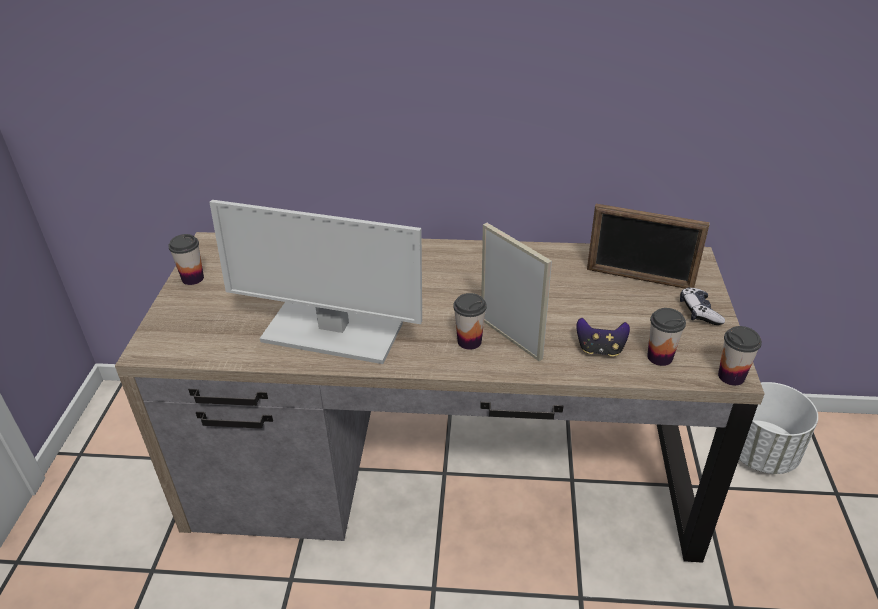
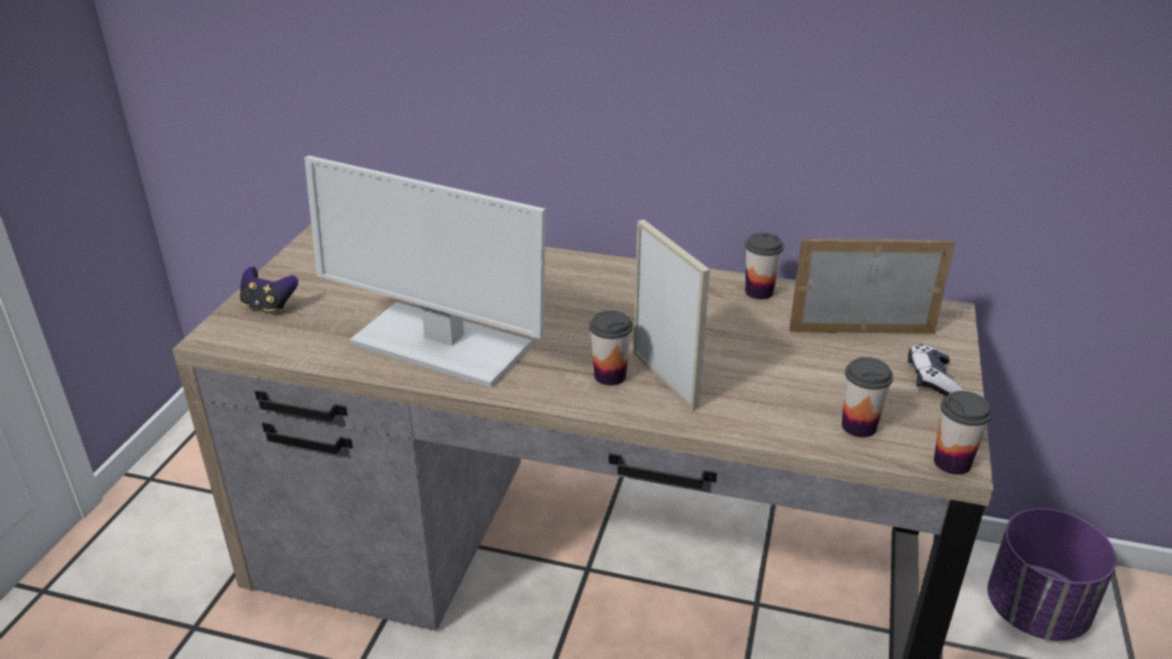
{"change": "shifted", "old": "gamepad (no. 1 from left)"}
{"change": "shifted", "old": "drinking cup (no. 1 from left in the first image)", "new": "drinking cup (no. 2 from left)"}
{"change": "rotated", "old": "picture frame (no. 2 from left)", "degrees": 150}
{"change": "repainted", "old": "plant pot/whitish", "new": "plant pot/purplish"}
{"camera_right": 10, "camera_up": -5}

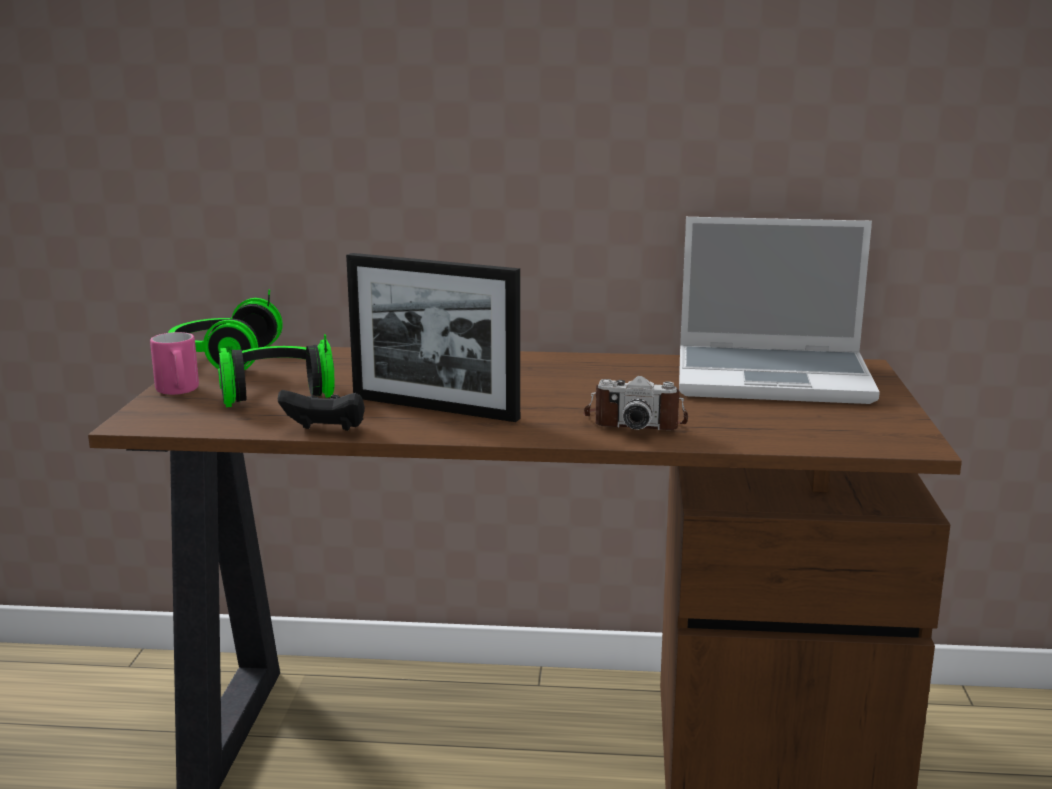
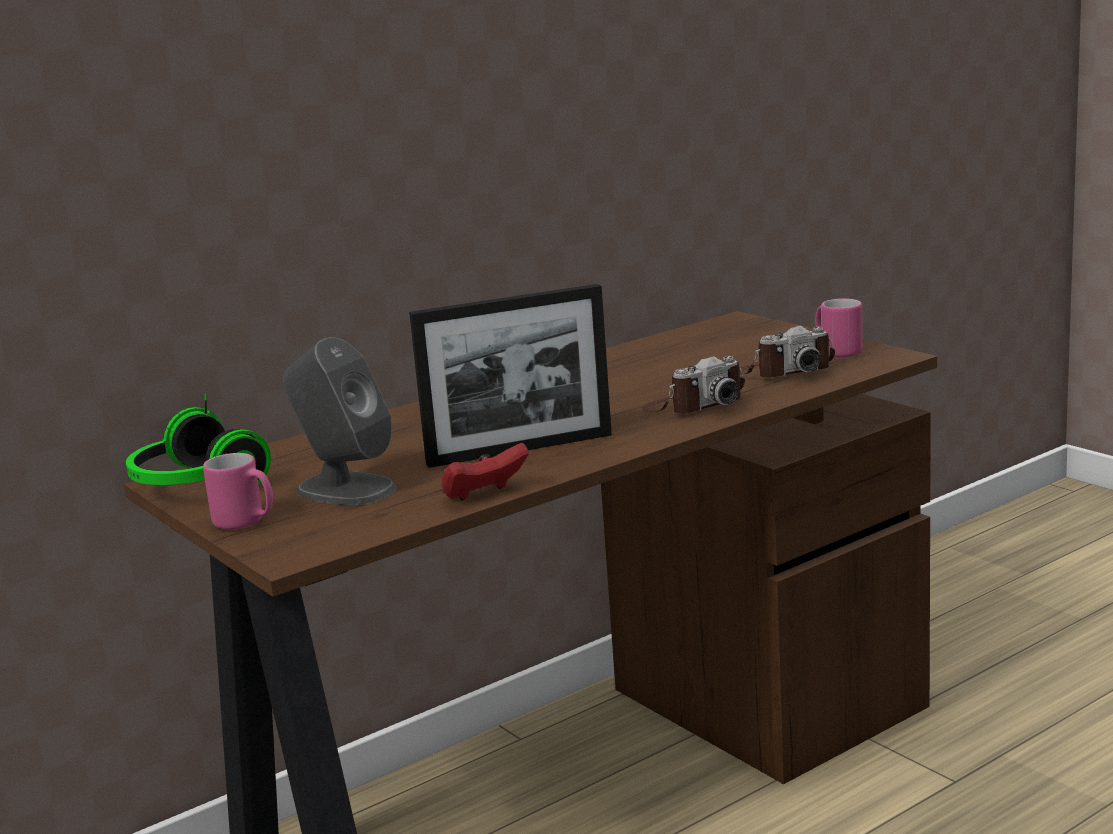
{"change": "swapped", "old": "headphones (no. 2 from left)", "new": "speaker/greyish"}
{"change": "repainted", "old": "gamepad/black-coloured", "new": "gamepad/reddish"}
{"change": "new", "new": "photo camera (no. 2 from left)"}
{"change": "new", "new": "coffee mug/pink (no. 2 from left)"}
{"change": "gone", "old": "portable computer"}
{"camera_right": -40, "camera_up": 0}

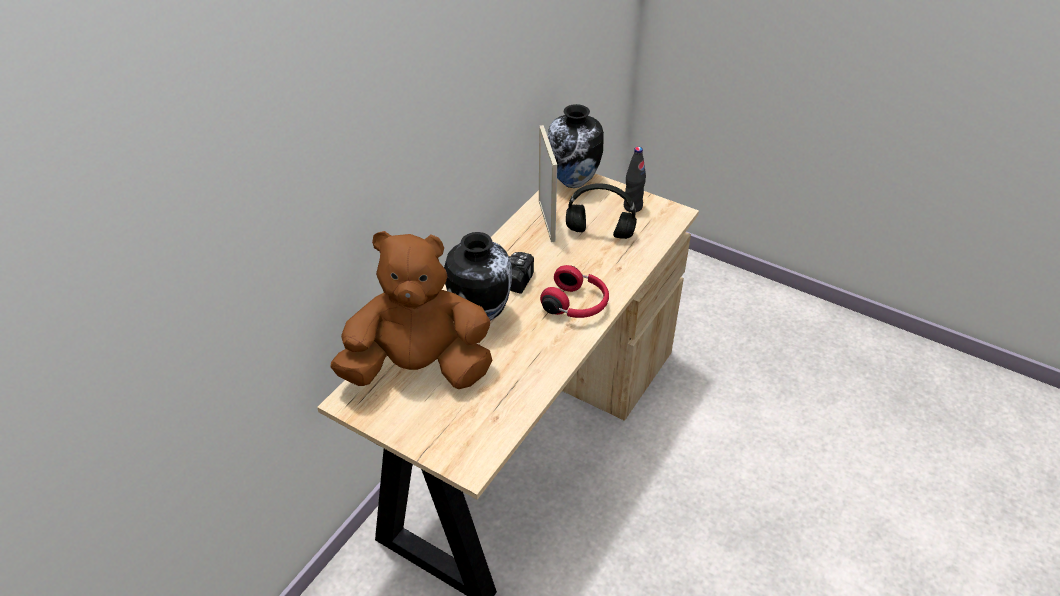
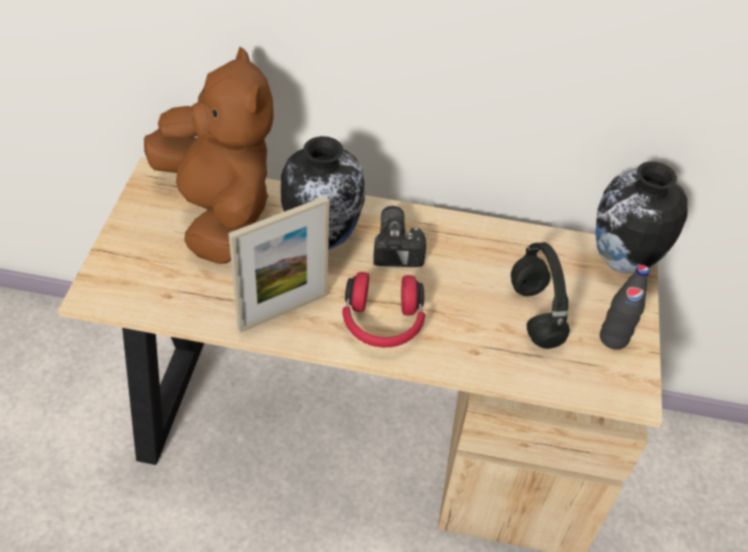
{"change": "shifted", "old": "picture frame"}
{"camera_right": 65, "camera_up": 5}

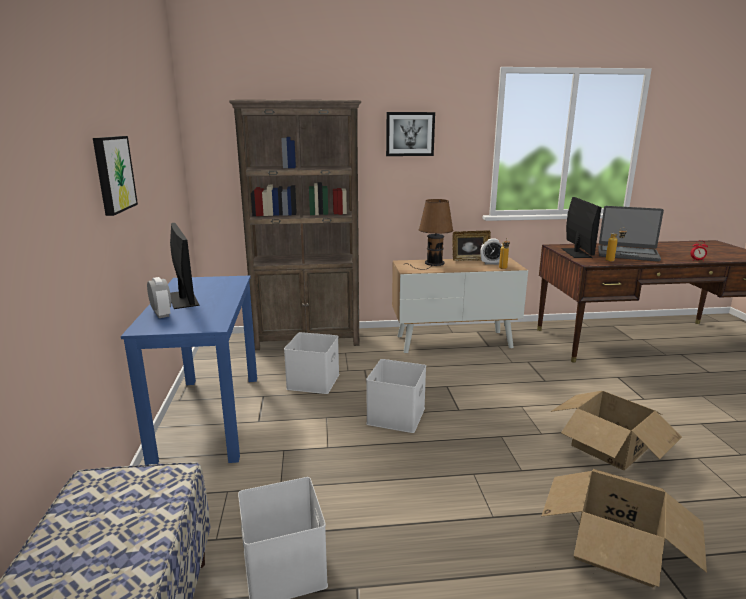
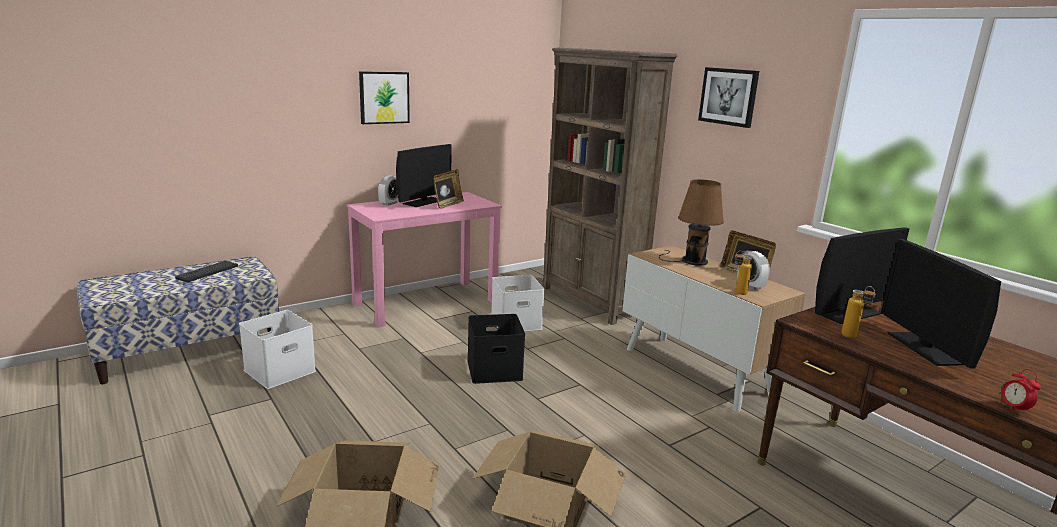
{"change": "new", "new": "computer keyboard"}
{"change": "repainted", "old": "desk/blue", "new": "desk/pink"}
{"change": "new", "new": "picture frame (no. 1 from left)"}
{"change": "repainted", "old": "storage box/whitish (no. 3 from left)", "new": "storage box/black-coloured"}
{"change": "swapped", "old": "portable computer", "new": "monitor (no. 3 from left)"}
{"camera_right": 60, "camera_up": 0}

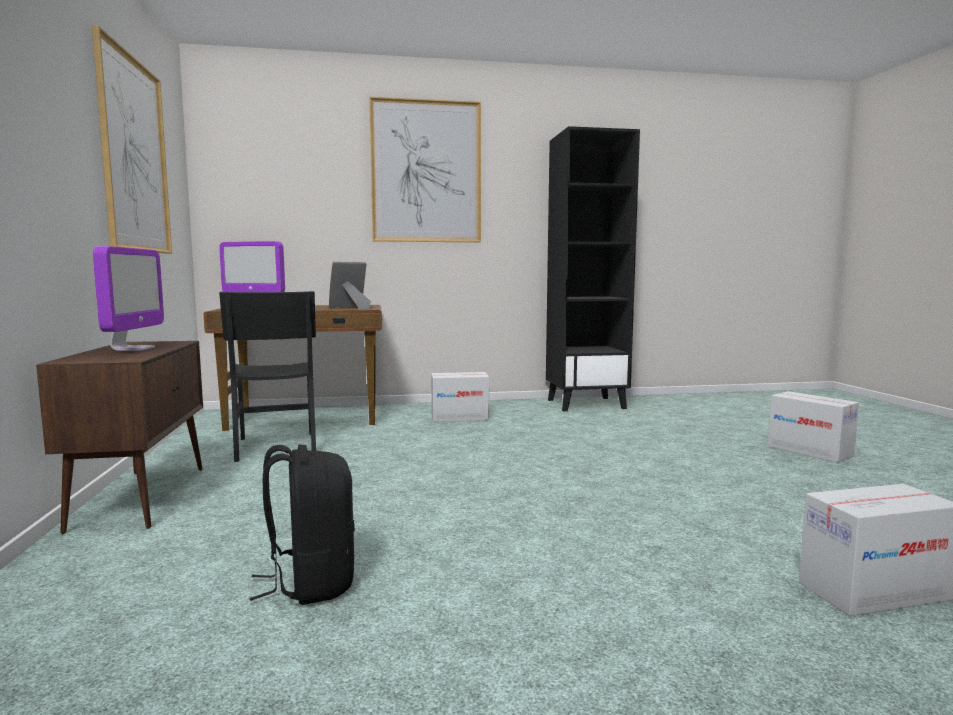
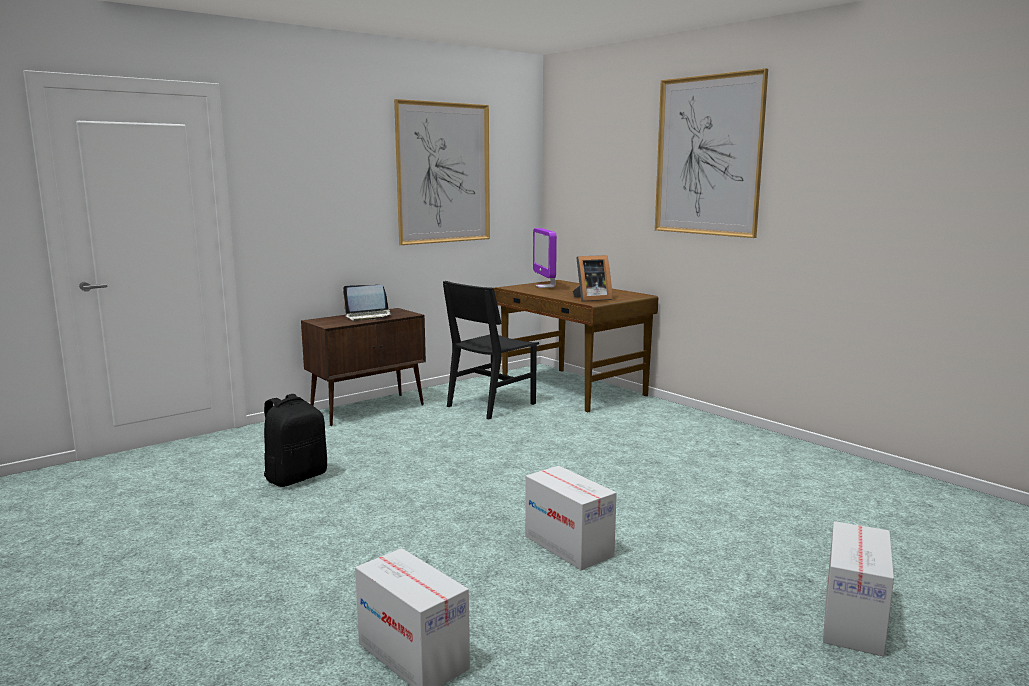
{"change": "swapped", "old": "monitor (no. 1 from left)", "new": "portable computer"}
{"change": "shifted", "old": "packing box (no. 1 from left in the first image)", "new": "packing box (no. 2 from left)"}
{"change": "rotated", "old": "picture frame", "degrees": 135}
{"change": "gone", "old": "bookshelf/black-coloured"}
{"camera_right": 60, "camera_up": 5}

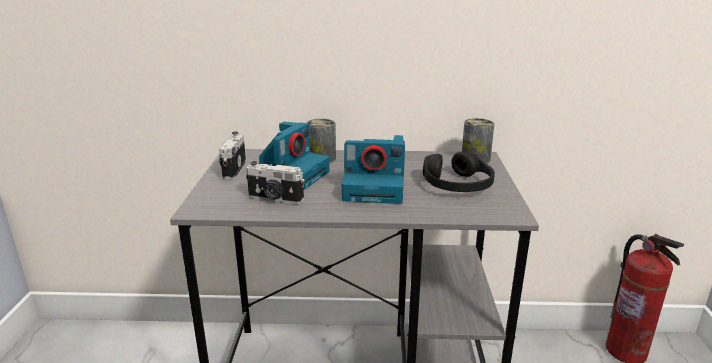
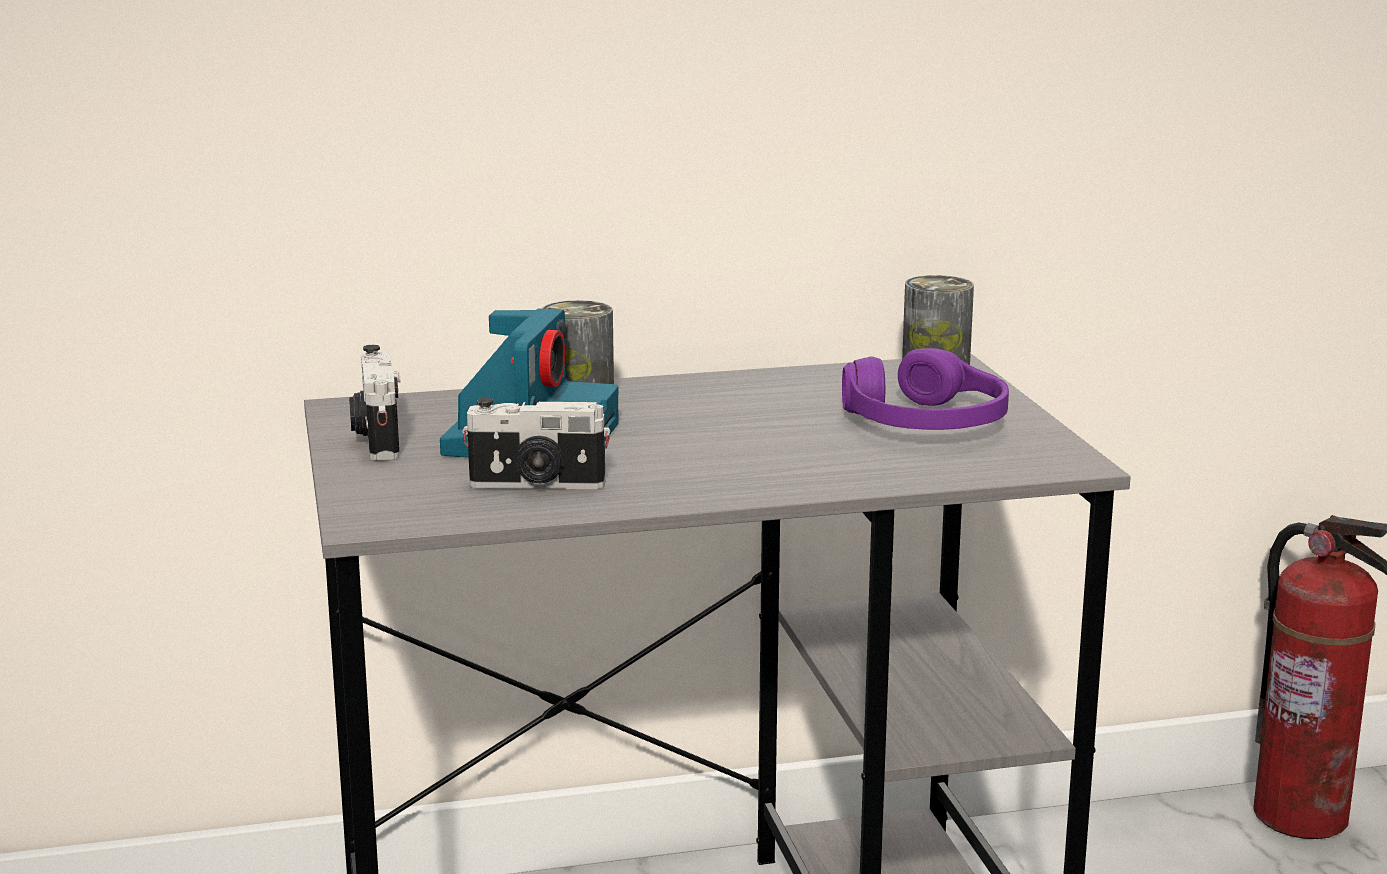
{"change": "repainted", "old": "headphones/black-coloured", "new": "headphones/purplish"}
{"change": "gone", "old": "photo camera (no. 4 from left)"}
{"camera_right": -15, "camera_up": -5}

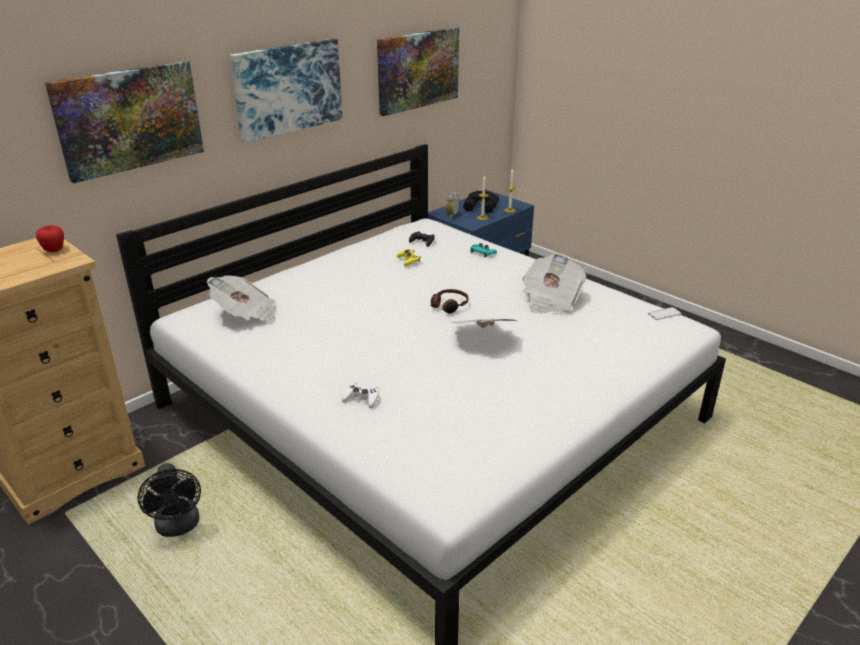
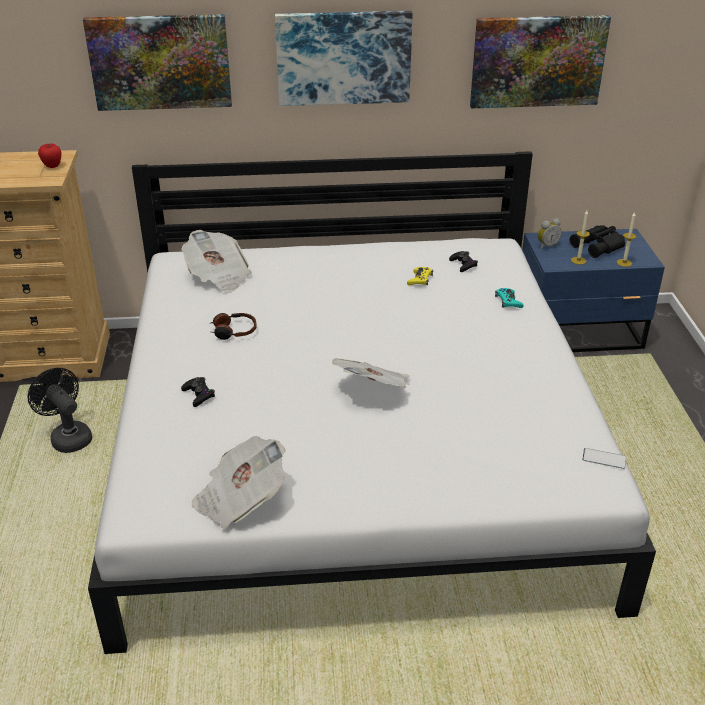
{"change": "rotated", "old": "fan/black-coloured", "degrees": 120}
{"change": "repainted", "old": "gamepad/whitish", "new": "gamepad/black-coloured (no. 1 from left)"}
{"change": "shifted", "old": "printed paper (no. 3 from left in the first image)", "new": "printed paper (no. 2 from left)"}
{"change": "shifted", "old": "headphones"}
{"camera_right": 40, "camera_up": 5}

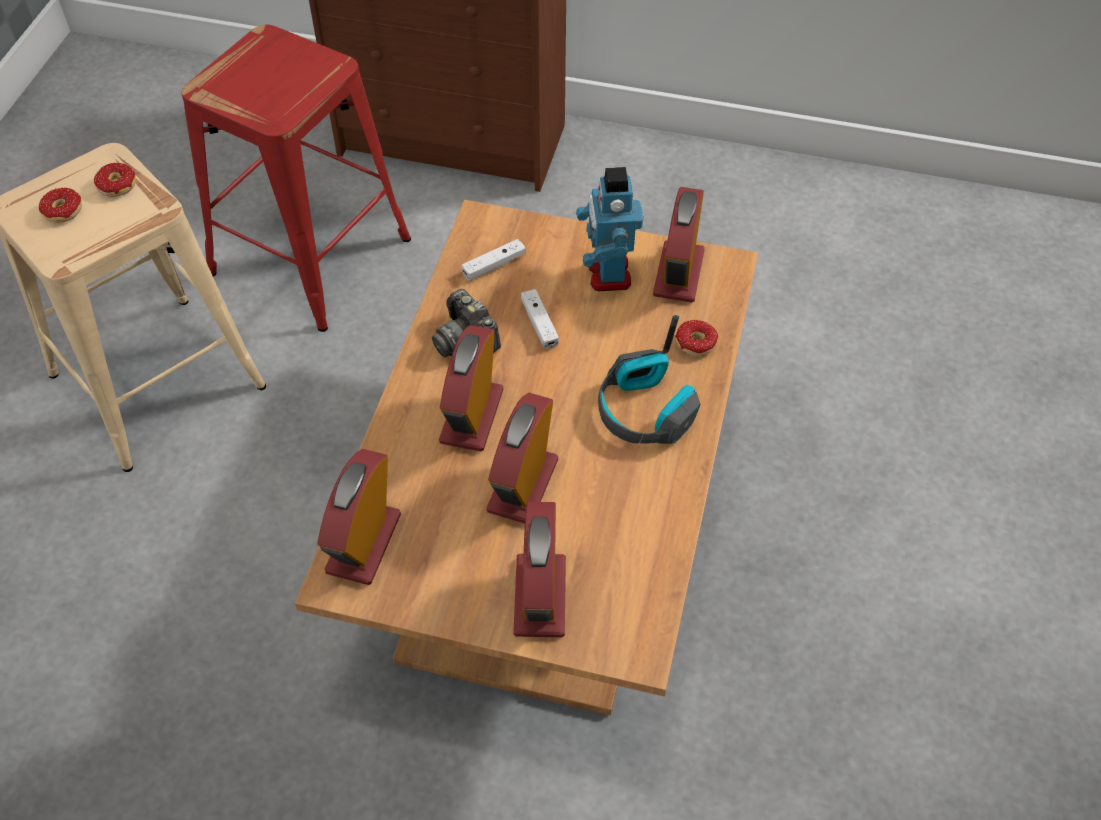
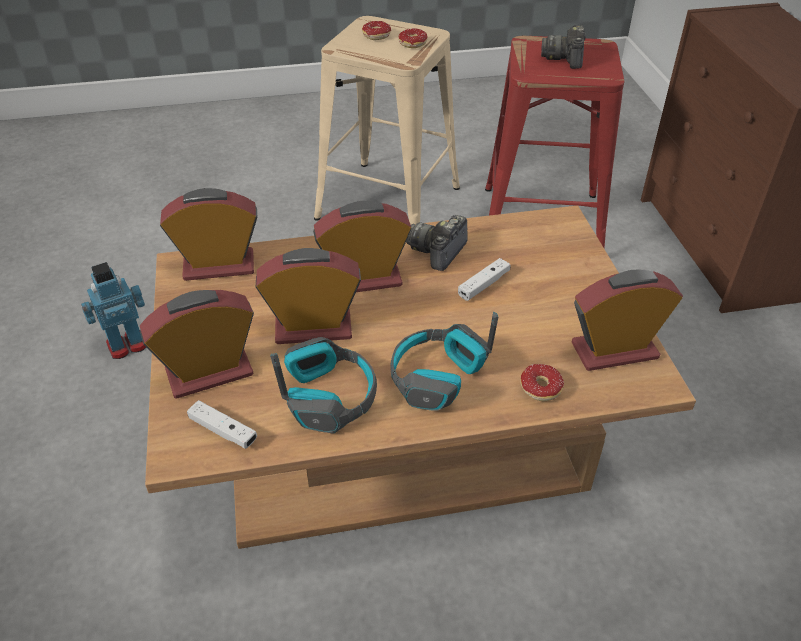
{"change": "shifted", "old": "toy robot"}
{"change": "shifted", "old": "gamepad/whitish (no. 1 from left)"}
{"change": "new", "new": "headphones (no. 1 from left)"}
{"change": "new", "new": "photo camera (no. 2 from left)"}
{"camera_right": 65, "camera_up": -10}

